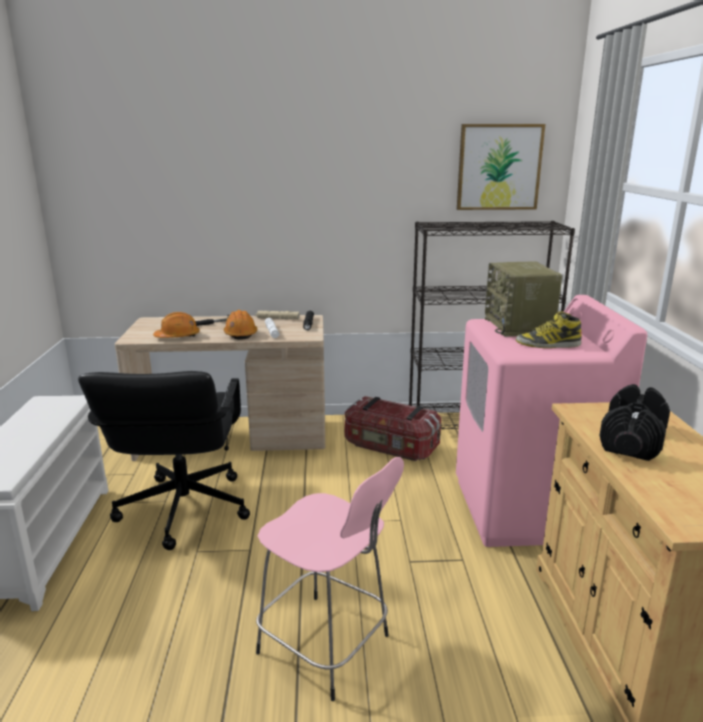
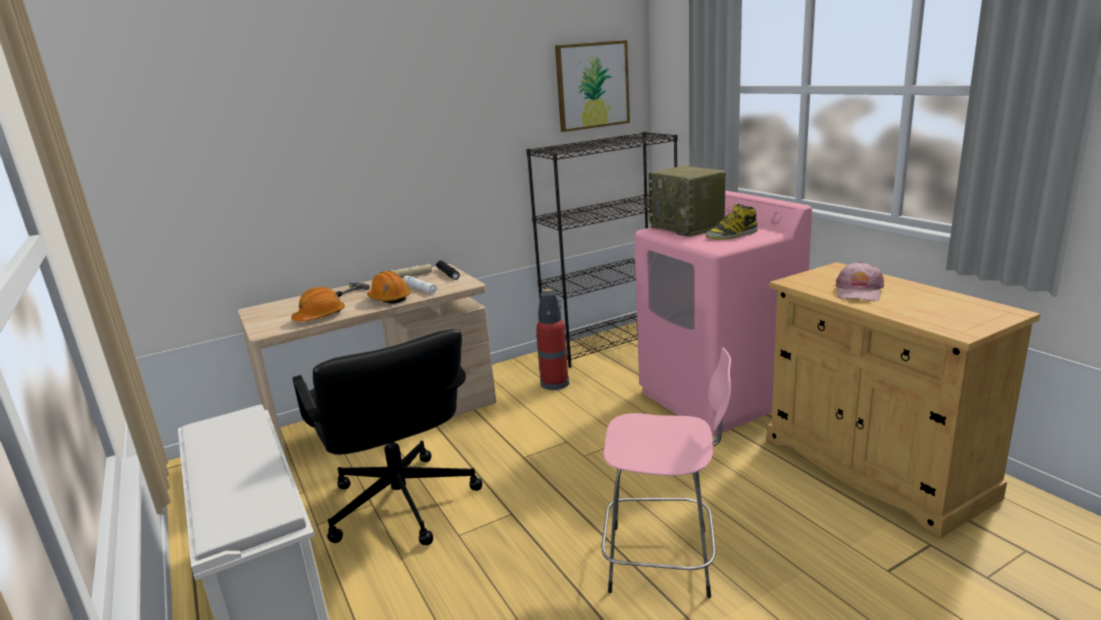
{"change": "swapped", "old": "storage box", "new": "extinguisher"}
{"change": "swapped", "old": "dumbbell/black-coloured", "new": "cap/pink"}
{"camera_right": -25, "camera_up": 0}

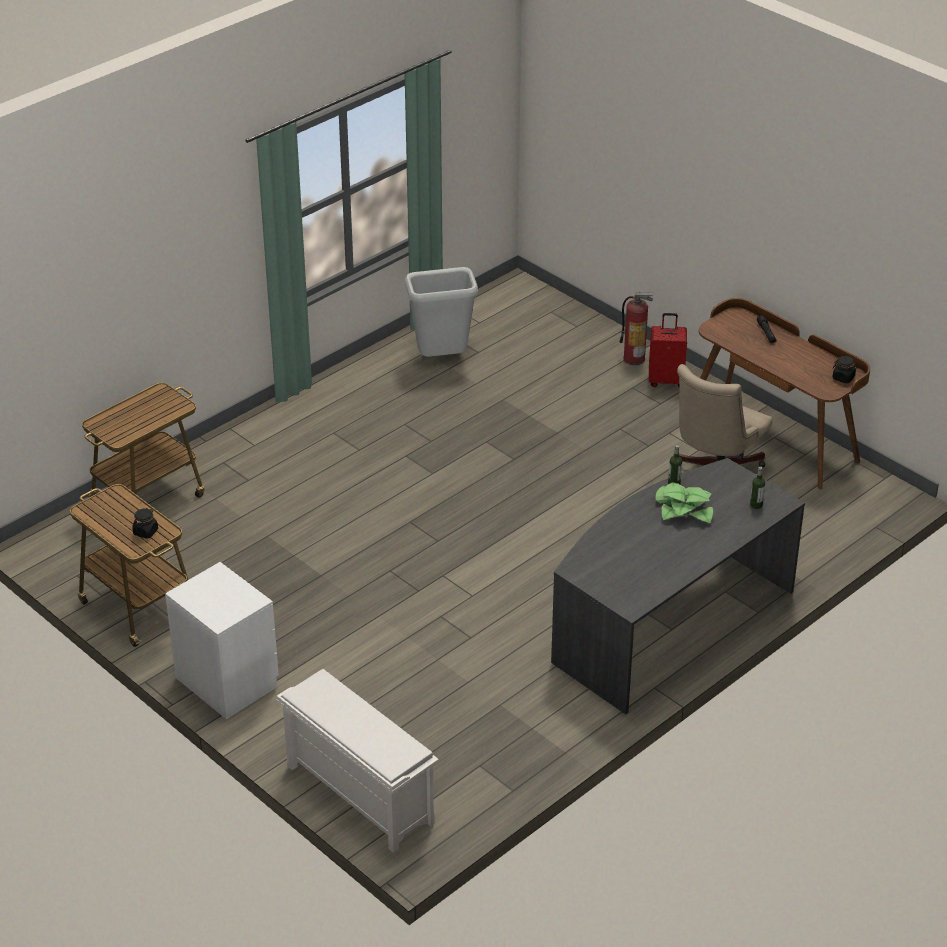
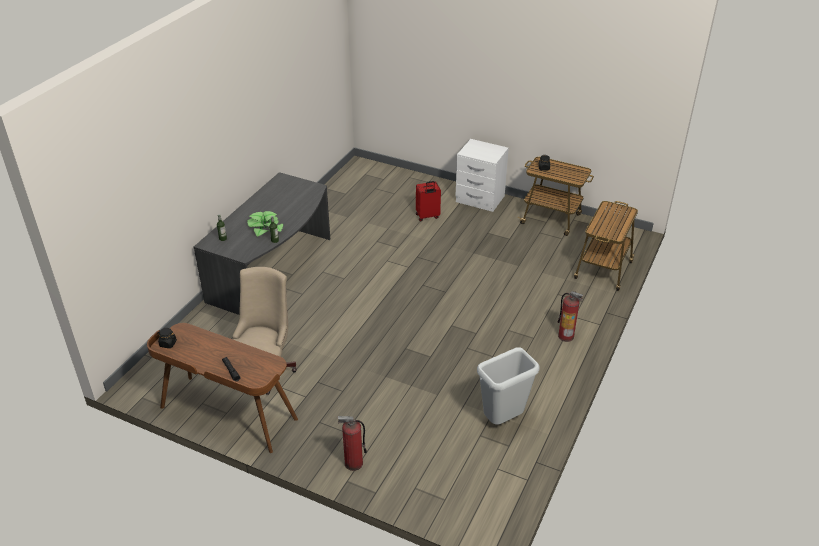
{"change": "shifted", "old": "travel case/reddish"}
{"change": "new", "new": "extinguisher (no. 2 from left)"}
{"change": "gone", "old": "shoe shelf/whitish"}
{"camera_right": 160, "camera_up": 0}

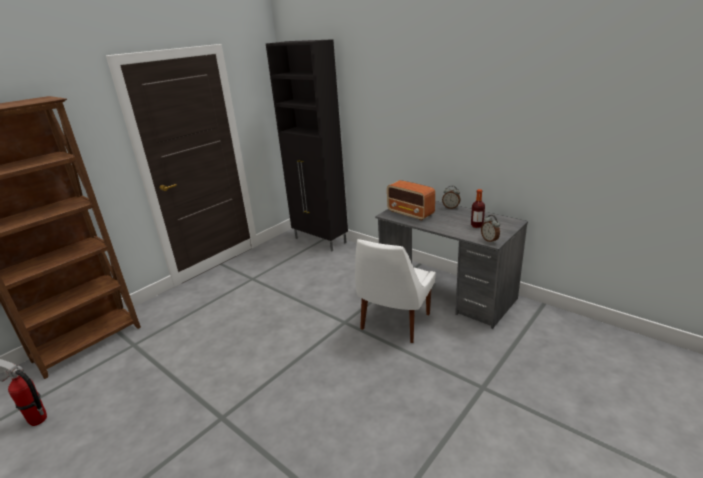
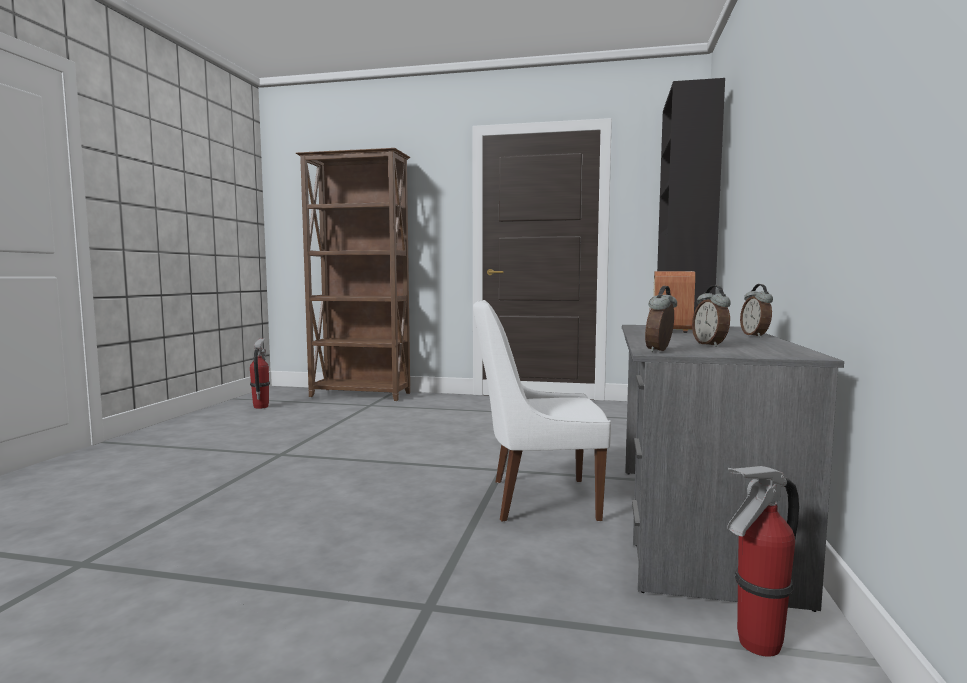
{"change": "swapped", "old": "drink bottle", "new": "table clock (no. 2 from left)"}
{"change": "new", "new": "extinguisher (no. 2 from left)"}
{"camera_right": 60, "camera_up": -20}

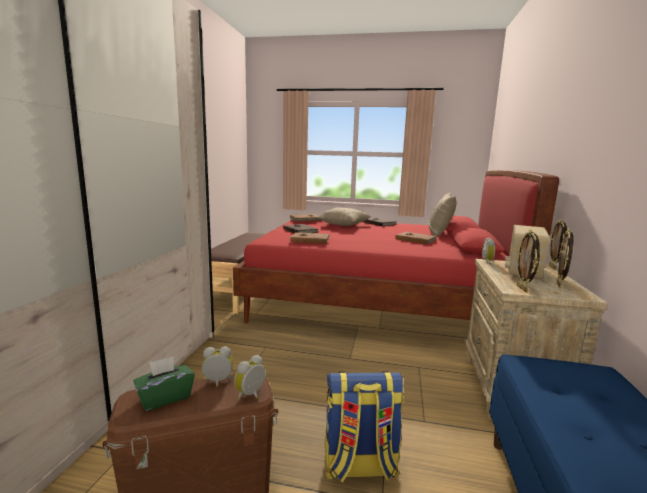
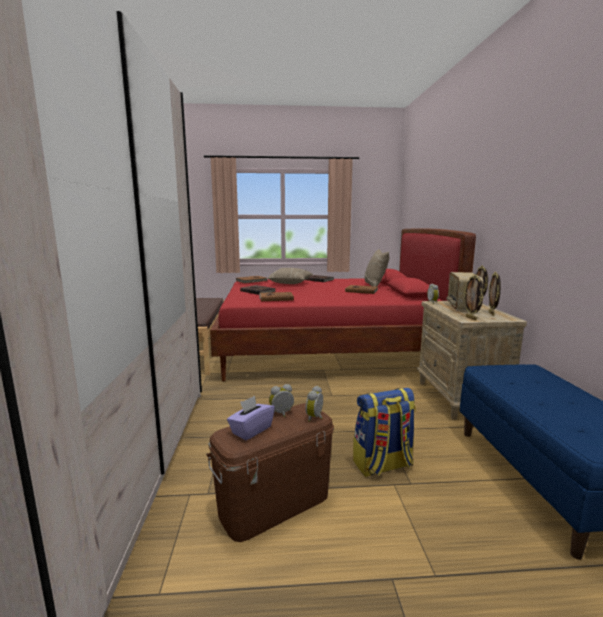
{"change": "repainted", "old": "tissue box/greenish", "new": "tissue box/purplish"}
{"camera_right": -15, "camera_up": 0}

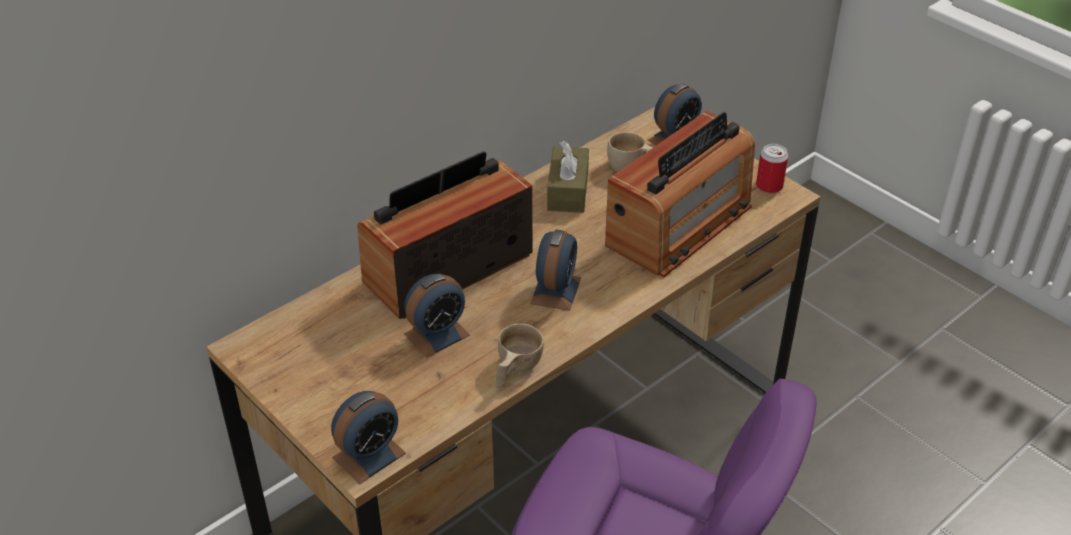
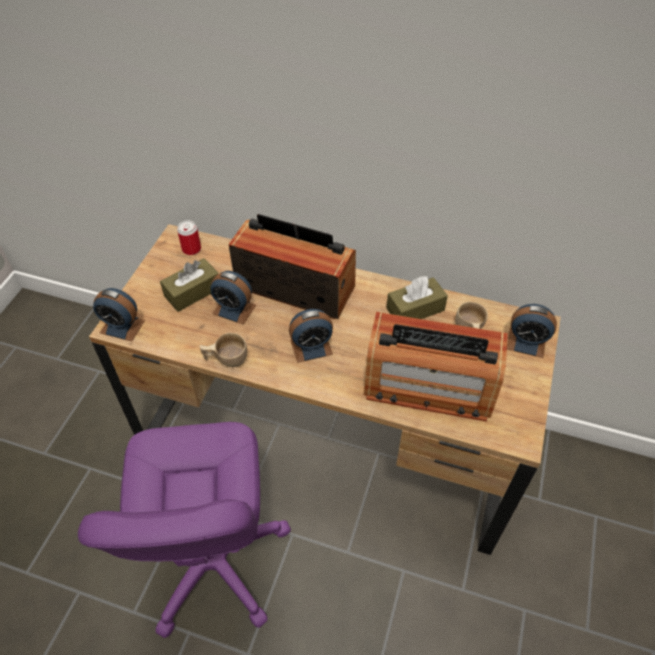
{"change": "new", "new": "tissue box/brown-coloured (no. 1 from left)"}
{"change": "shifted", "old": "can"}
{"camera_right": 60, "camera_up": 10}

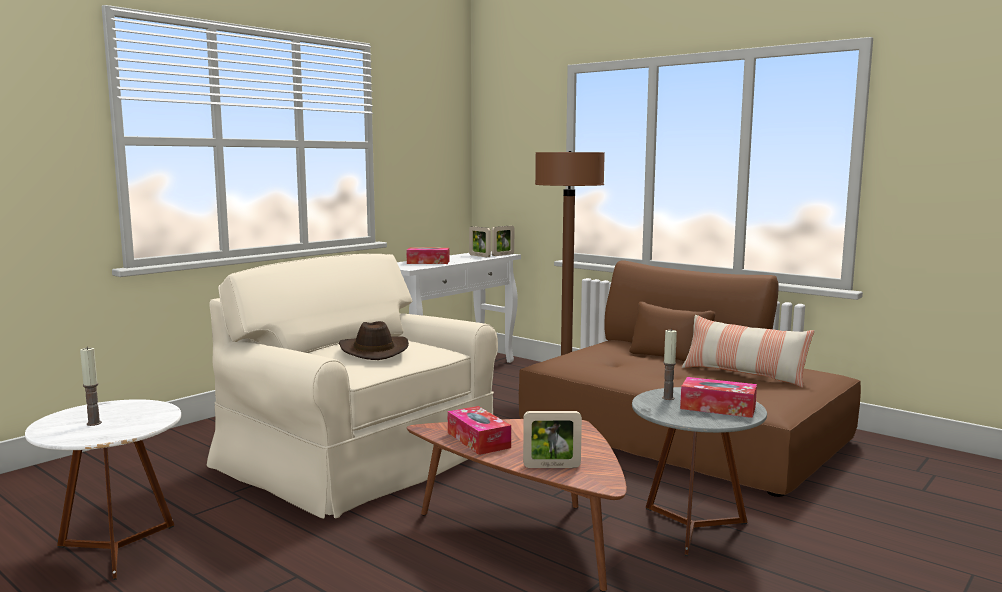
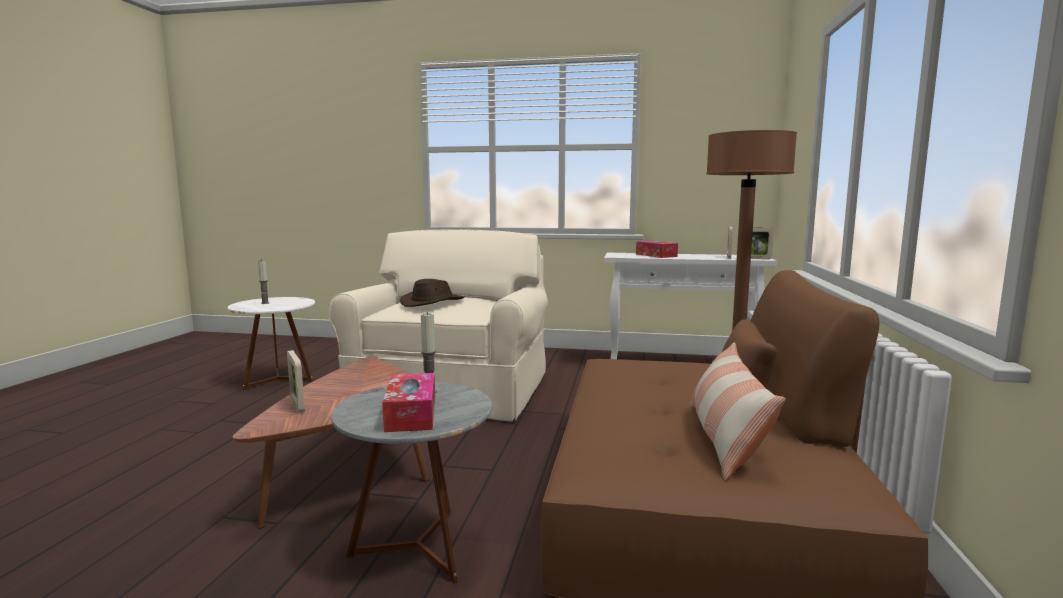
{"change": "gone", "old": "tissue box (no. 2 from left)"}
{"camera_right": 60, "camera_up": 0}

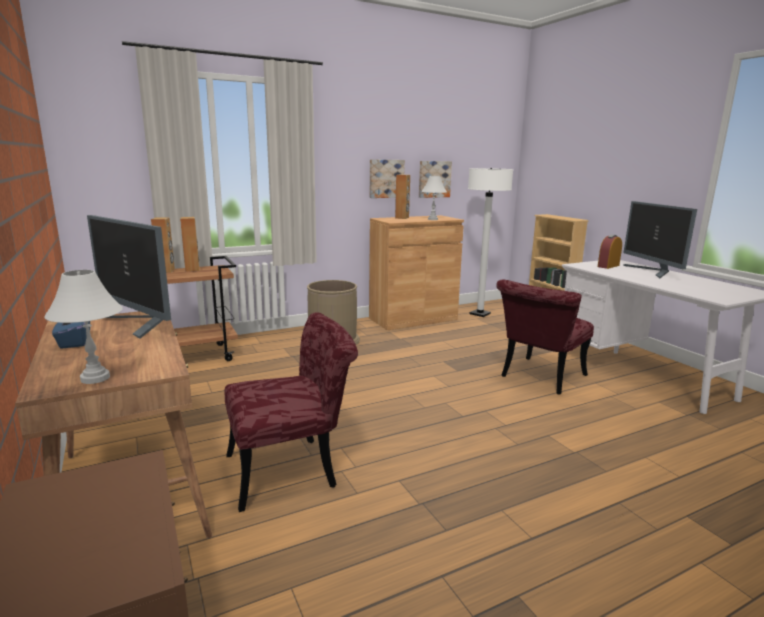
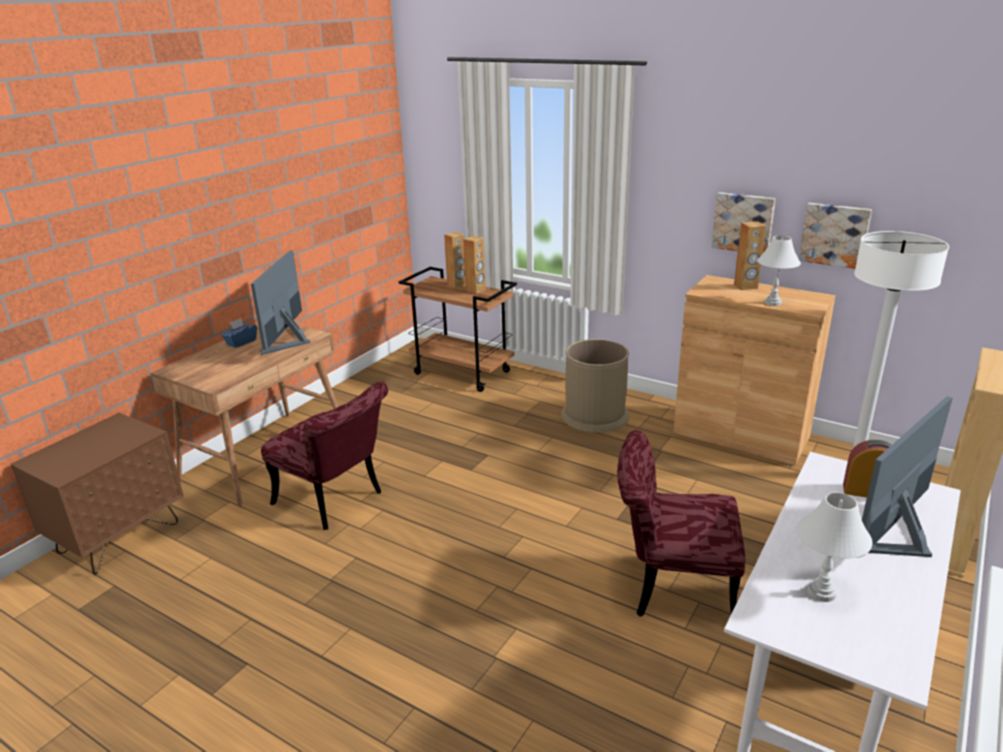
{"change": "shifted", "old": "tabletop lamp/whitish (no. 1 from left in the first image)", "new": "tabletop lamp/whitish (no. 2 from left)"}
{"camera_right": 60, "camera_up": 10}

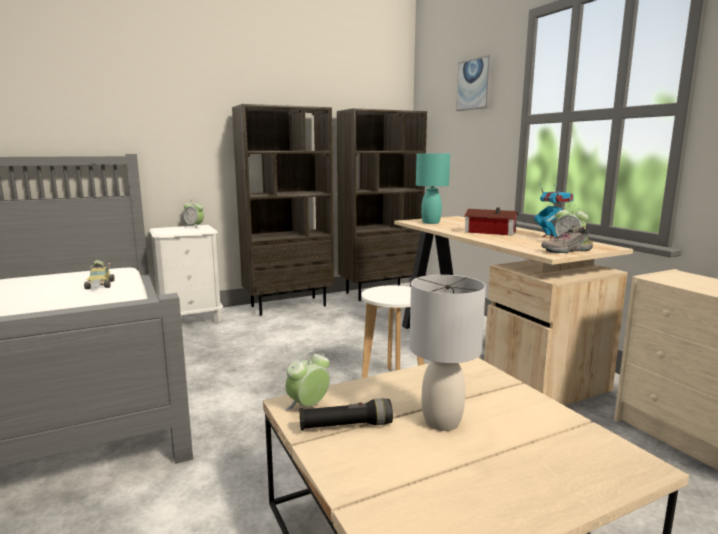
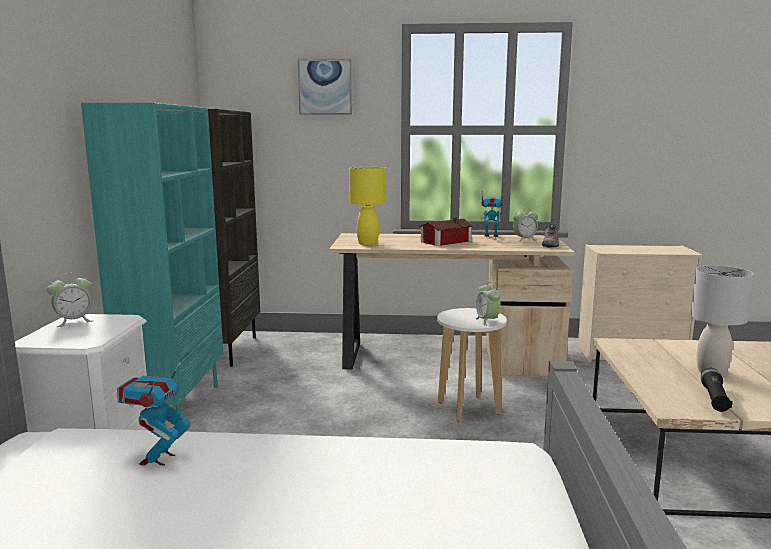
{"change": "repainted", "old": "bookshelf/brown-coloured (no. 1 from left)", "new": "bookshelf/blue-green"}
{"change": "swapped", "old": "miniature car", "new": "toy robot (no. 1 from left)"}
{"change": "repainted", "old": "tabletop lamp/blue-green", "new": "tabletop lamp/yellowish"}
{"change": "shifted", "old": "table clock (no. 2 from left)"}
{"camera_right": -60, "camera_up": 0}

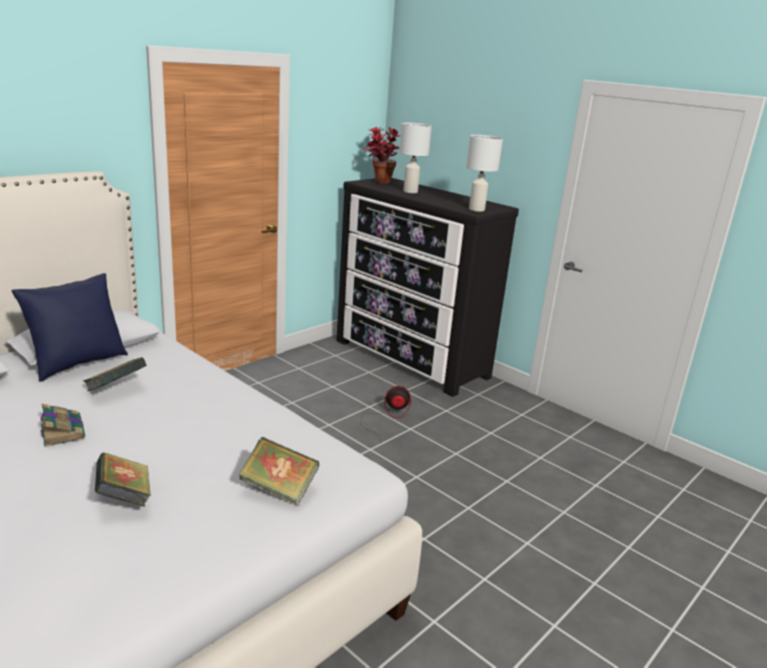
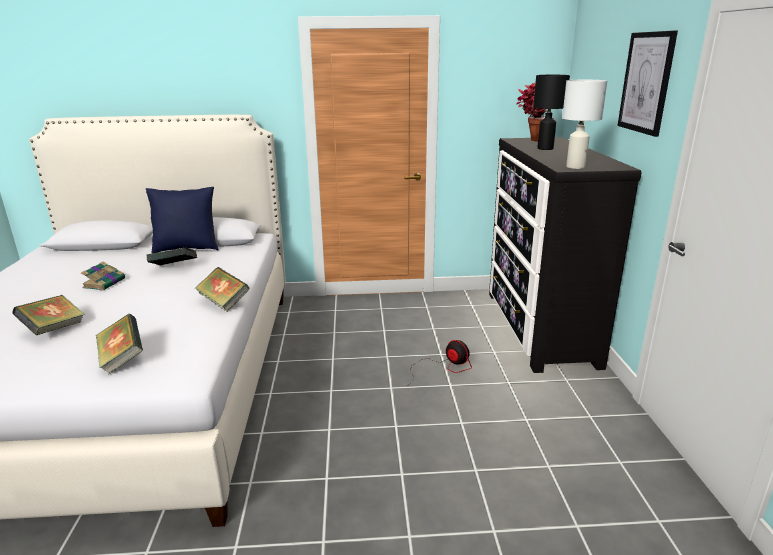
{"change": "new", "new": "volume (no. 5 from left)"}
{"change": "repainted", "old": "tabletop lamp/whitish (no. 1 from left)", "new": "tabletop lamp/black-coloured"}
{"change": "new", "new": "wall picture"}
{"camera_right": 45, "camera_up": 0}

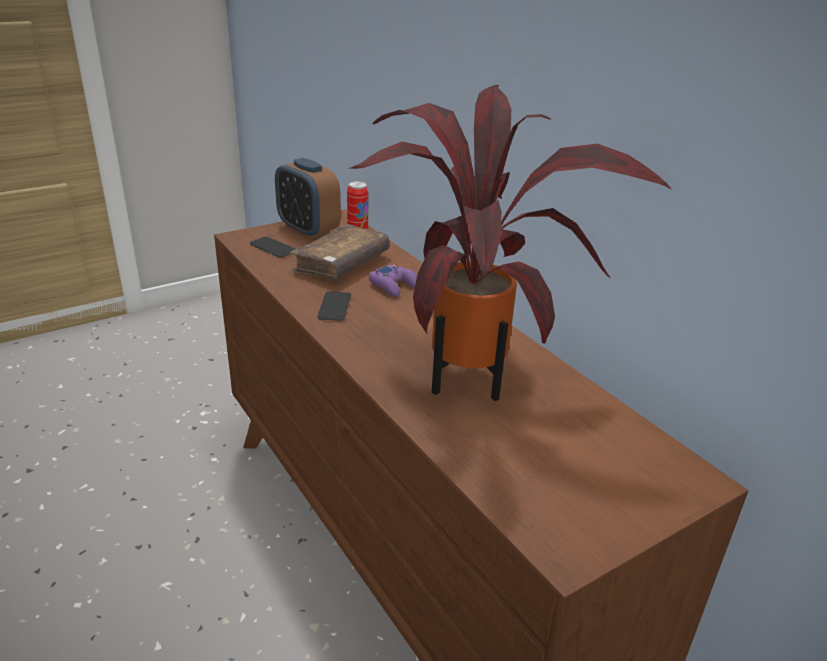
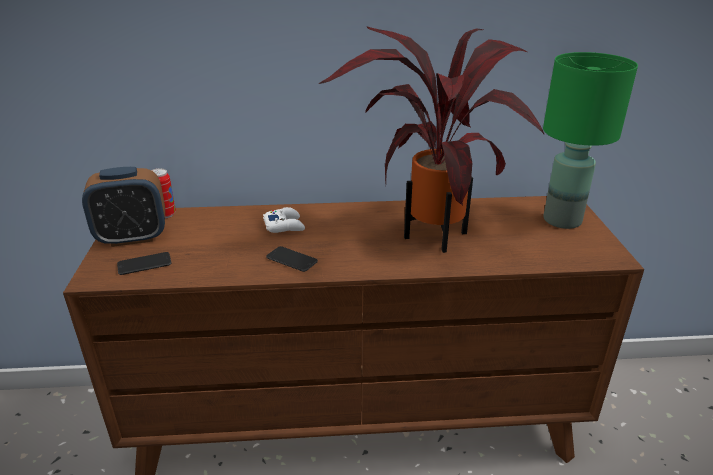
{"change": "repainted", "old": "gamepad/purplish", "new": "gamepad/whitish"}
{"change": "new", "new": "tabletop lamp/greenish"}
{"change": "gone", "old": "volume/brown-coloured"}
{"camera_right": -60, "camera_up": 0}

